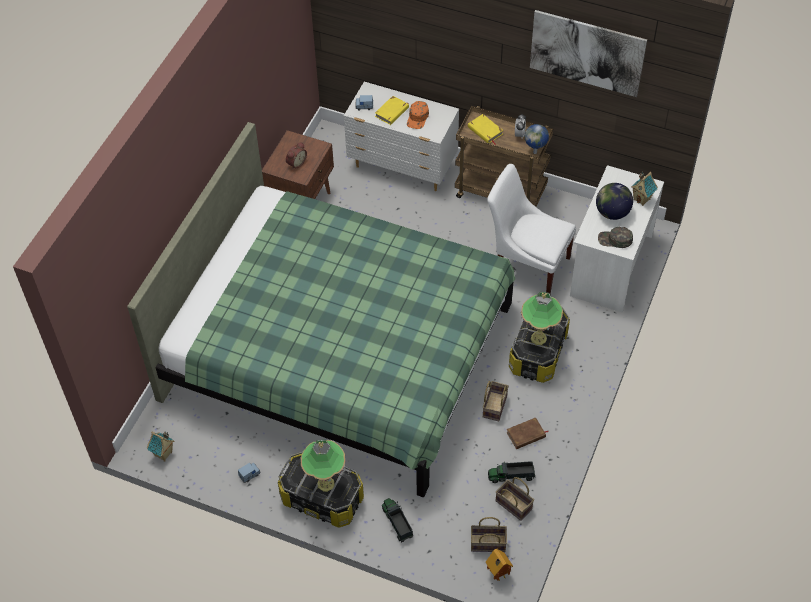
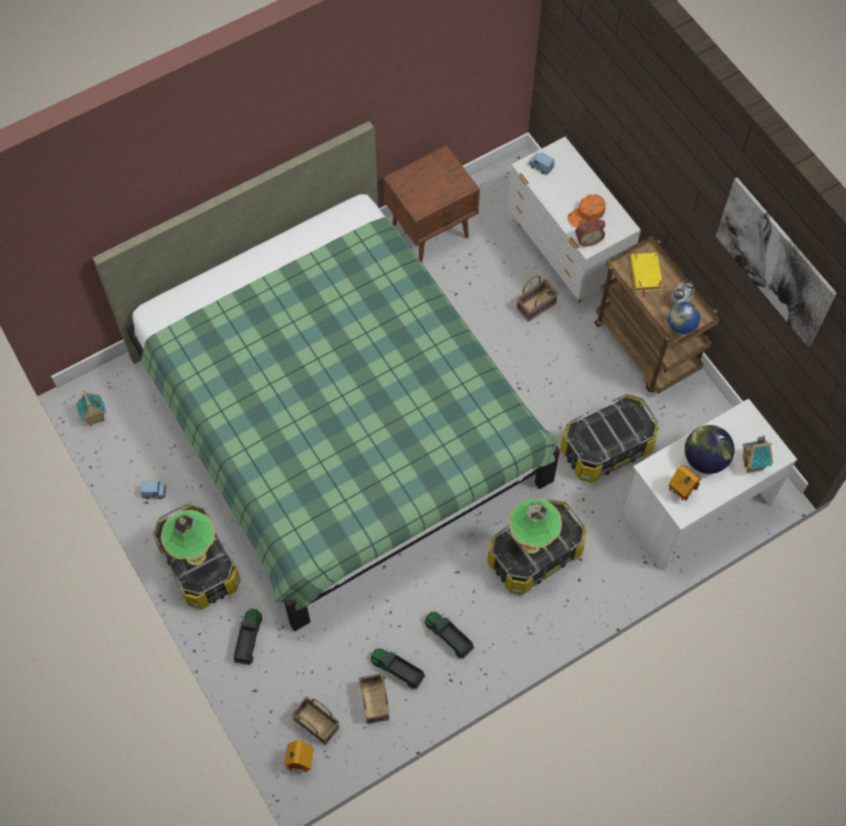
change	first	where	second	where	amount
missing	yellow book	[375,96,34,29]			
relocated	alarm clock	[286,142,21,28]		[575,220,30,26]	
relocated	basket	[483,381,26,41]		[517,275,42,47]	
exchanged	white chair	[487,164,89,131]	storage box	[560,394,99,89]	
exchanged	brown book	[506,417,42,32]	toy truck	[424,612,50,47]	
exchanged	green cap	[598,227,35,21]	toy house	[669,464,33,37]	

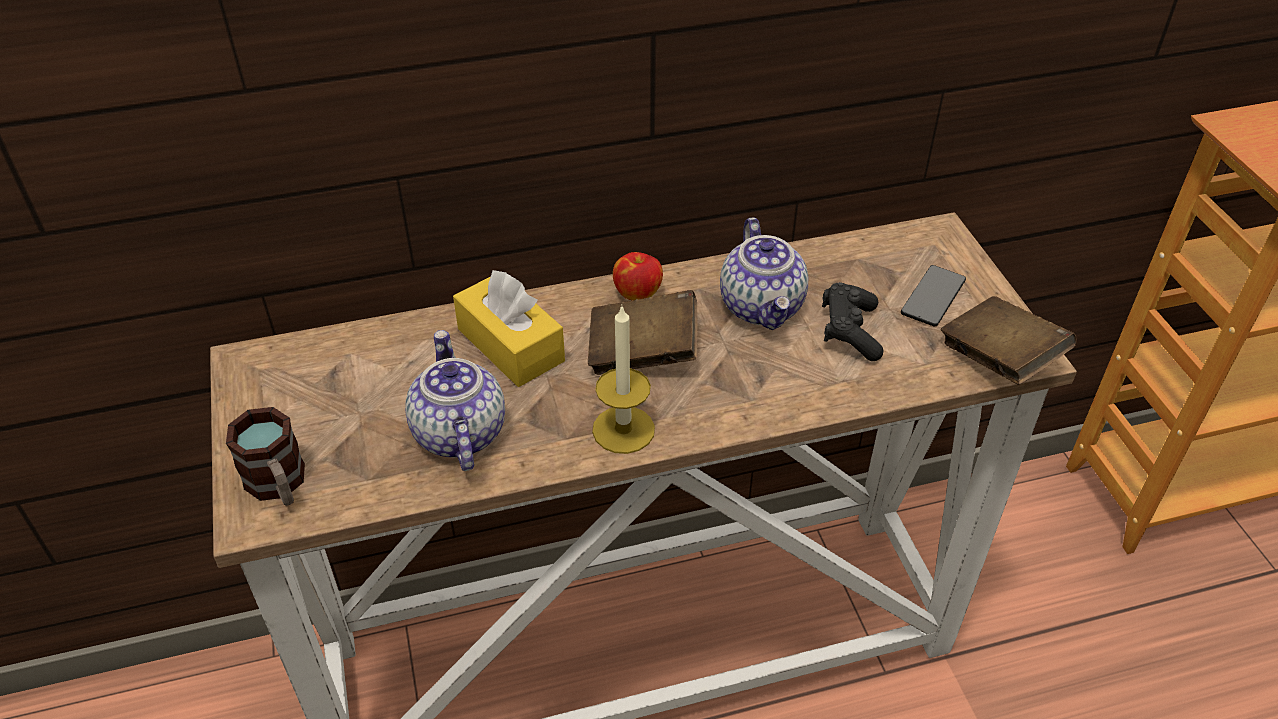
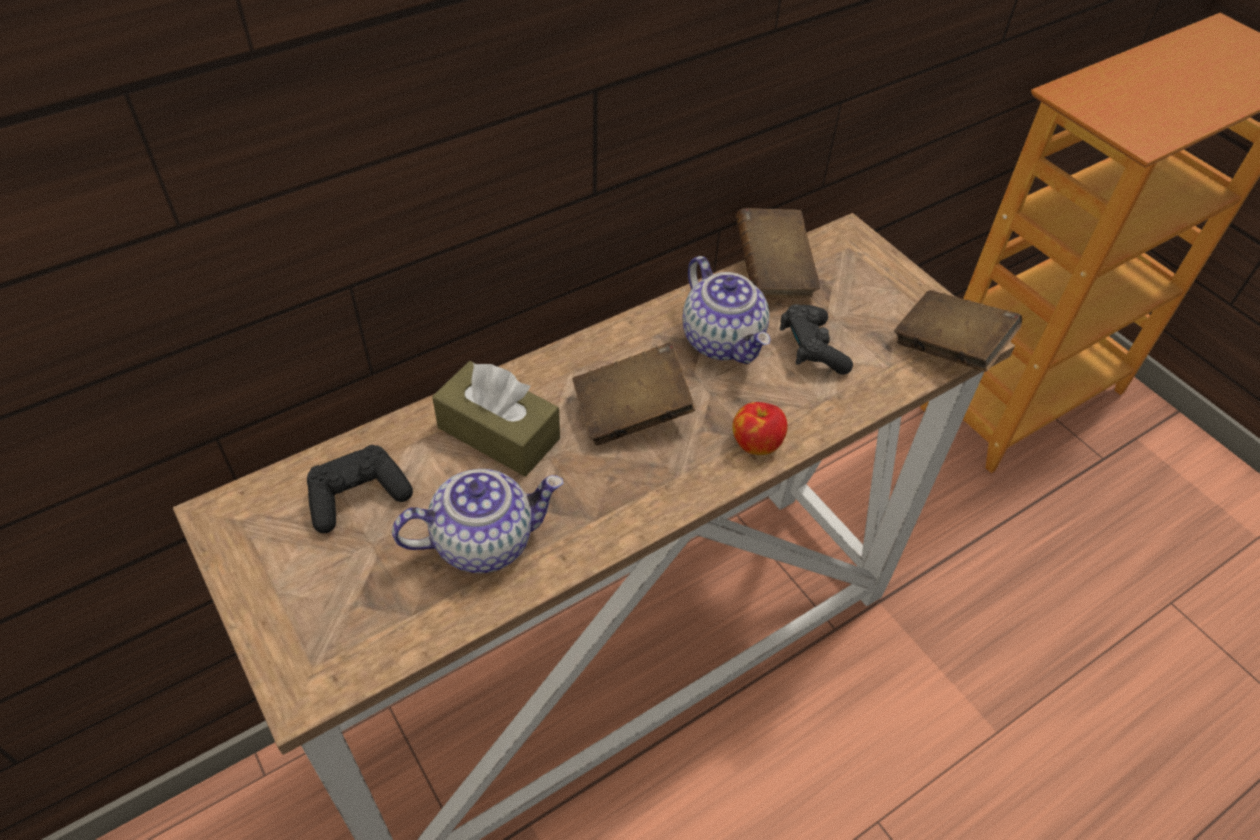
change	first	where	second	where	amount
missing	mug	[226,407,79,99]			
missing	candle	[592,304,63,150]			
missing	phone	[901,265,65,61]			
appeared			black game controller	[307,445,106,88]	
appeared			brown book	[735,208,85,90]	
relocated	apple	[613,252,50,49]		[732,402,56,53]	
colour	yellow tissue box	[453,270,112,117]	brown tissue box	[432,361,128,115]	
spun	teapot	[405,330,100,141]		[392,469,172,104]	105 degrees clockwise

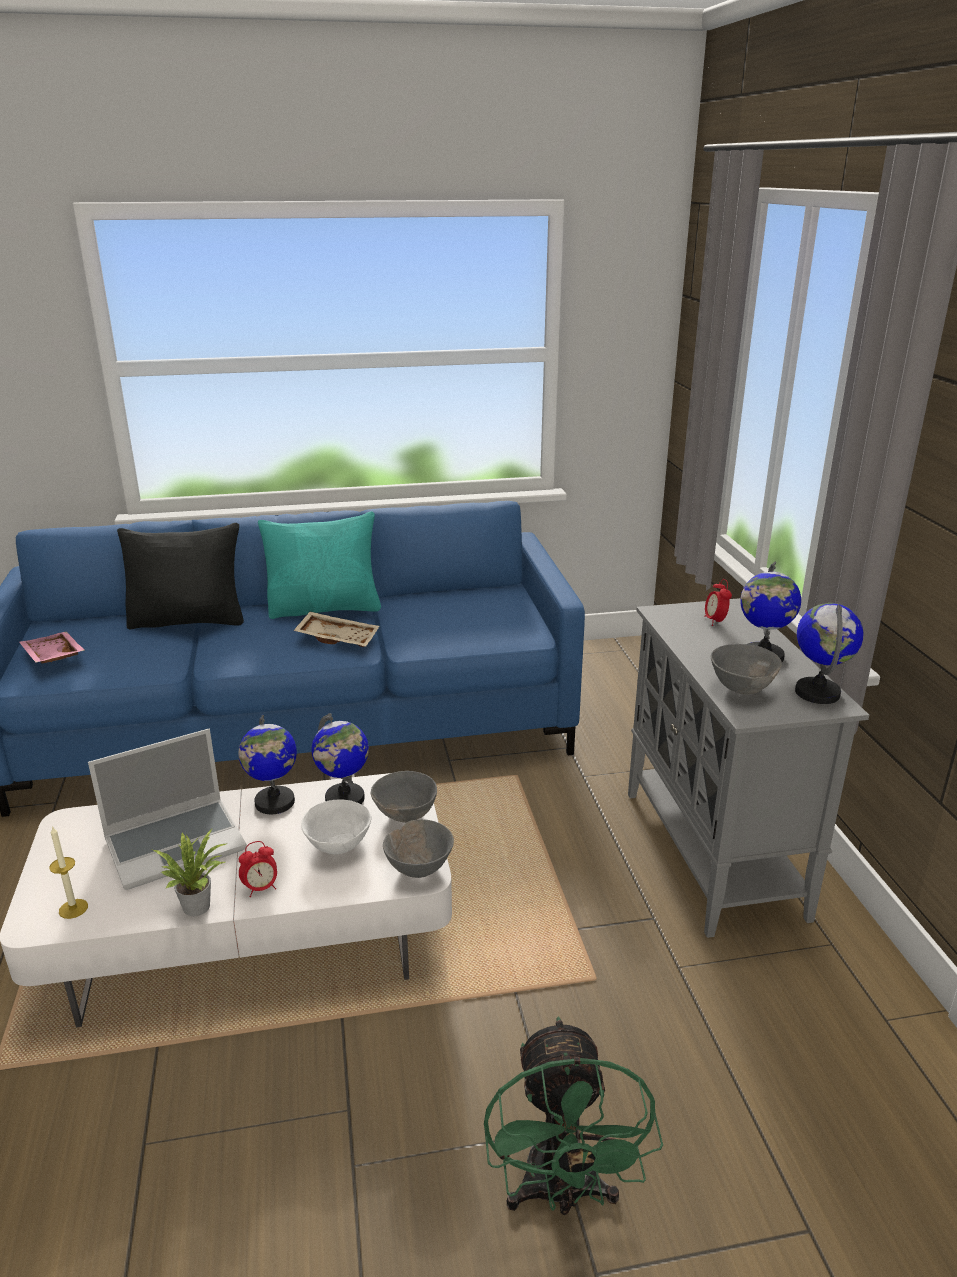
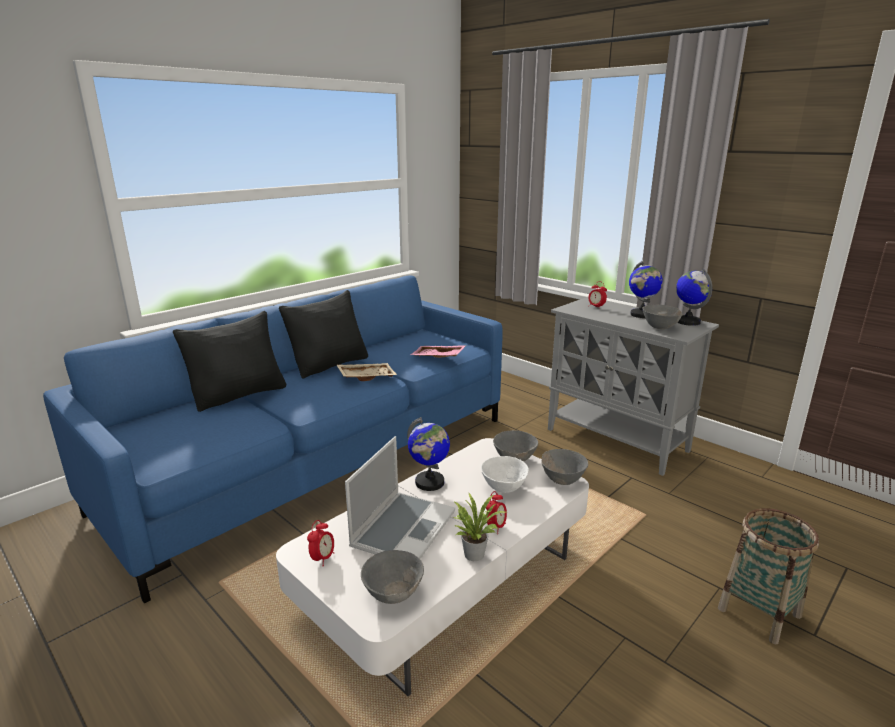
change	first	where	second	where	amount
missing	globe	[312,713,57,91]			
appeared			alarm clock	[307,520,27,46]	
relocated	pink tray	[20,632,65,32]		[410,345,56,13]	
exchanged	candle	[49,826,39,93]	grey bowl	[361,550,63,54]	
exchanged	green fan	[484,1017,179,198]	basket	[718,508,101,137]	
colour	turquoise pillow	[258,511,123,108]	black pillow	[279,290,89,89]	

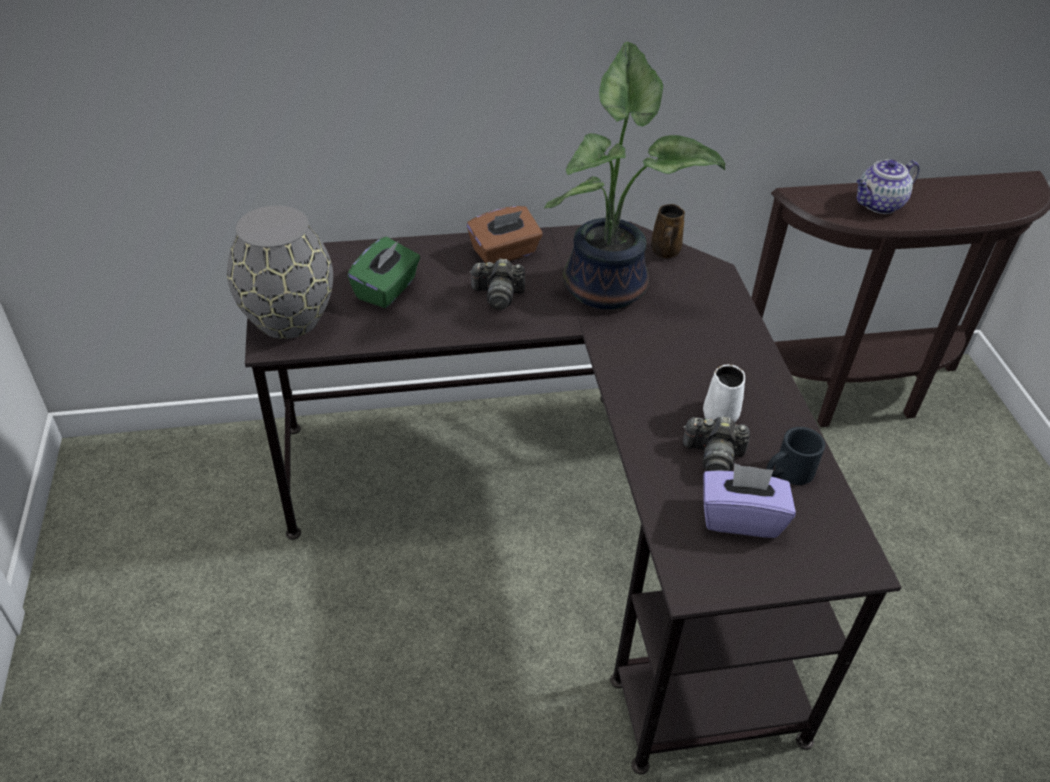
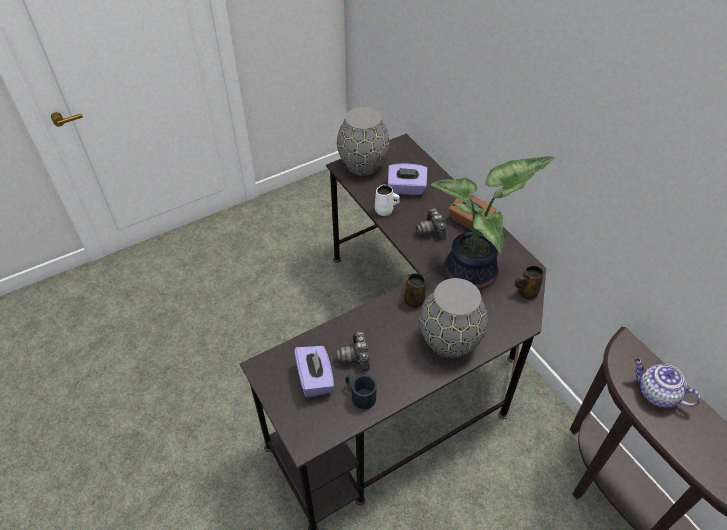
change	first	where	second	where	amount
appeared			brown mug	[404,273,22,35]	
appeared			grey vase	[419,278,69,80]	
relocated	white mug	[703,364,42,58]		[375,184,25,32]	
colour	green tissue box	[347,237,73,71]	purple tissue box	[388,164,39,31]	

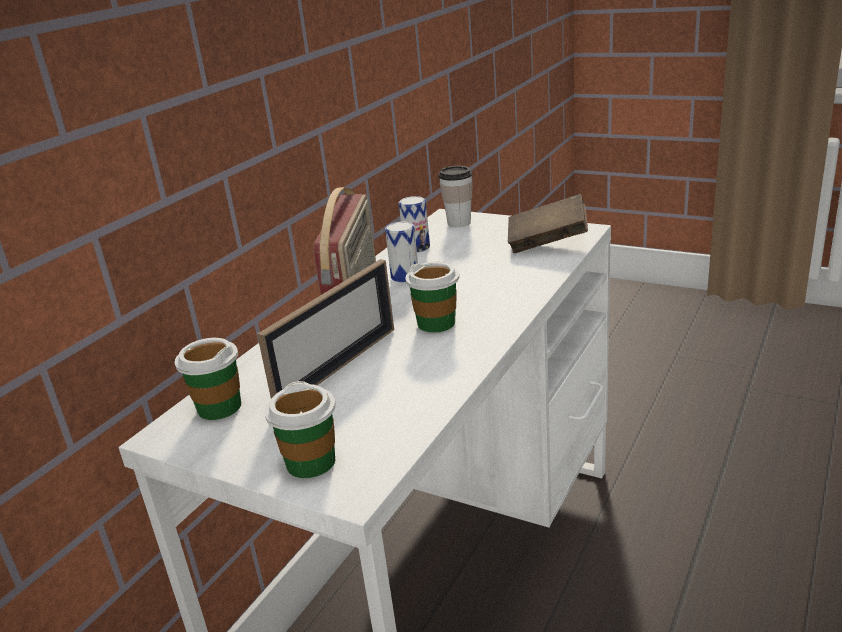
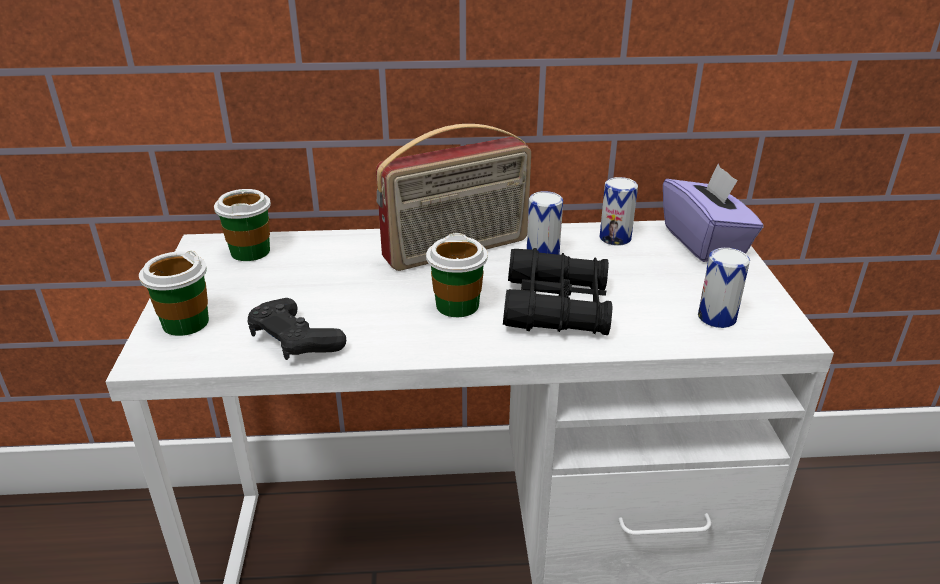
change	first	where	second	where	amount
missing	picture frame	[257,259,137,140]			
appeared			black game controller	[247,298,99,62]	
appeared			black binoculars	[503,248,110,87]	
exchanged	cup	[438,166,35,61]	purple tissue box	[663,164,101,98]	
exchanged	brown book	[508,194,80,59]	can	[698,248,52,80]	

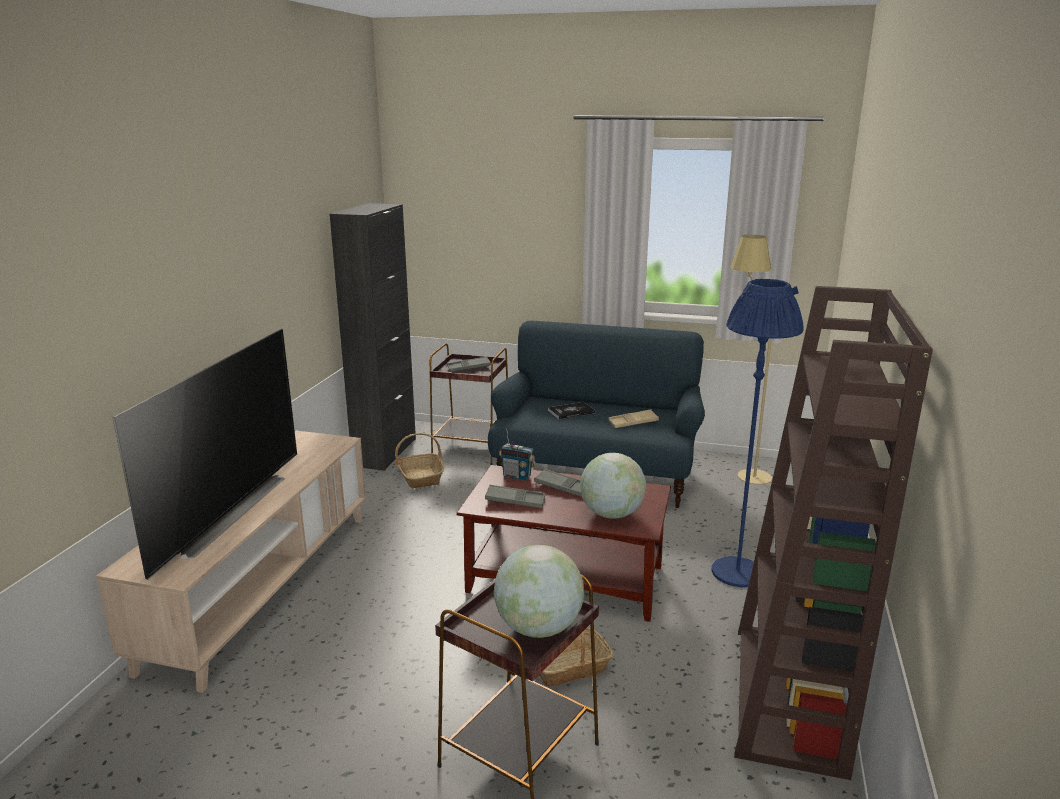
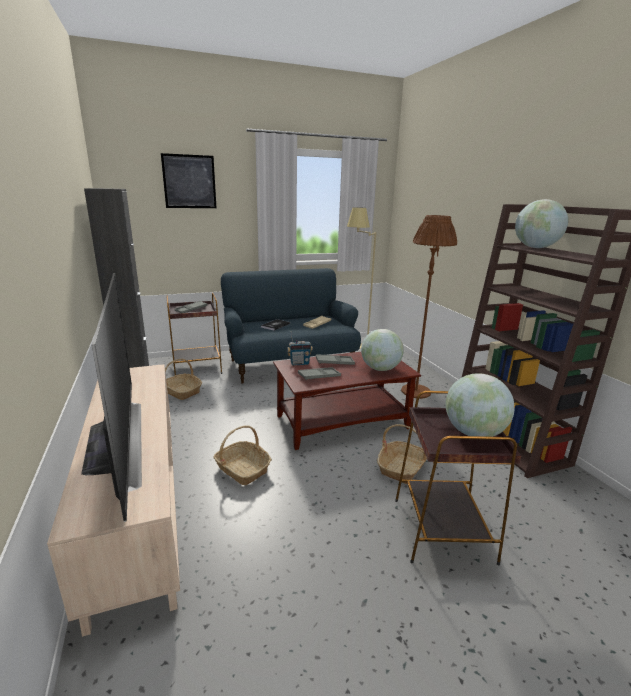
change	first	where	second	where	amount
appeared			picture	[161,153,55,55]	
appeared			basket	[213,425,59,60]	
appeared			globe	[515,199,53,49]	
colour	blue floor lamp	[711,279,93,308]	brown floor lamp	[401,215,56,184]	

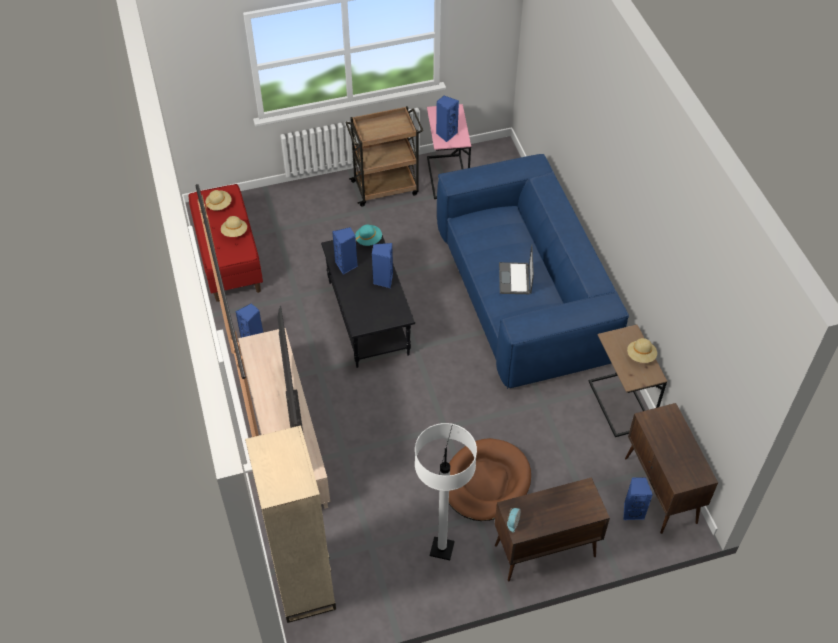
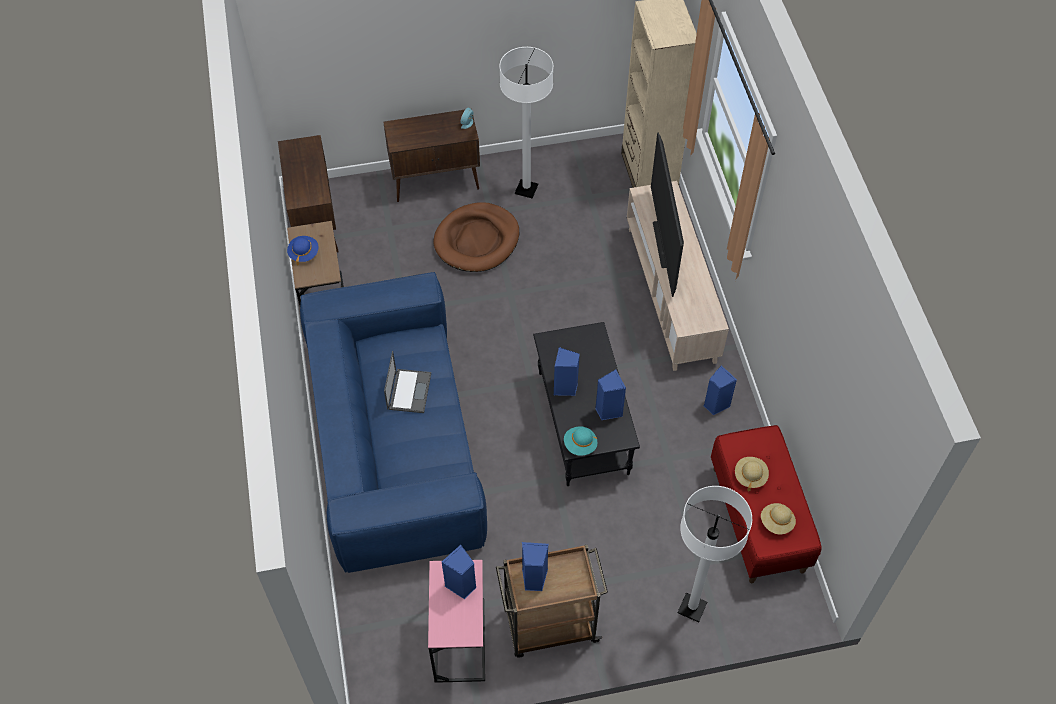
change	first	where	second	where	amount
appeared			white floor lamp	[678,486,74,136]	
relocated	blue speaker	[623,477,30,43]		[522,542,27,49]	
colour	beige hat	[627,338,30,25]	blue hat	[287,236,31,30]	

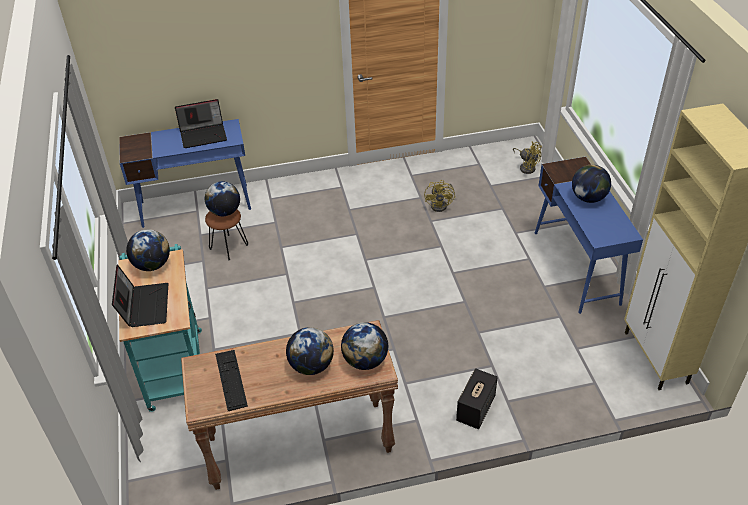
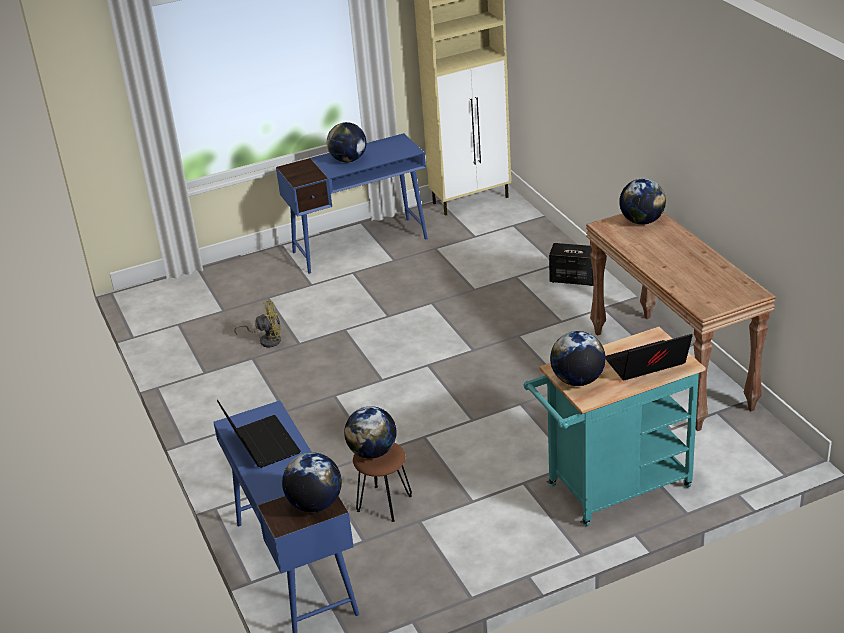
change	first	where	second	where	amount
missing	keyboard	[215,350,33,61]			
missing	yellow fan	[513,141,29,33]			
relocated	globe	[286,327,48,48]		[282,452,60,60]	

